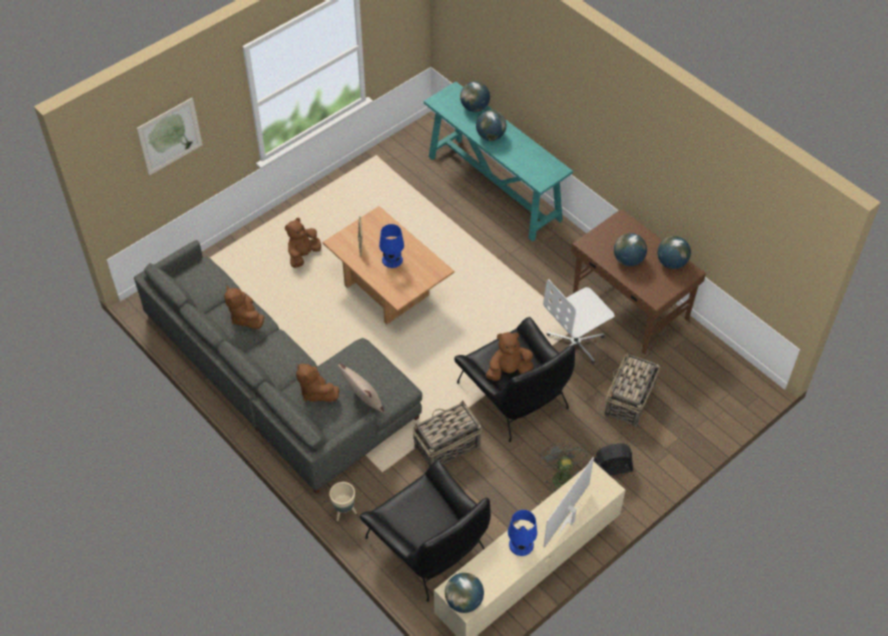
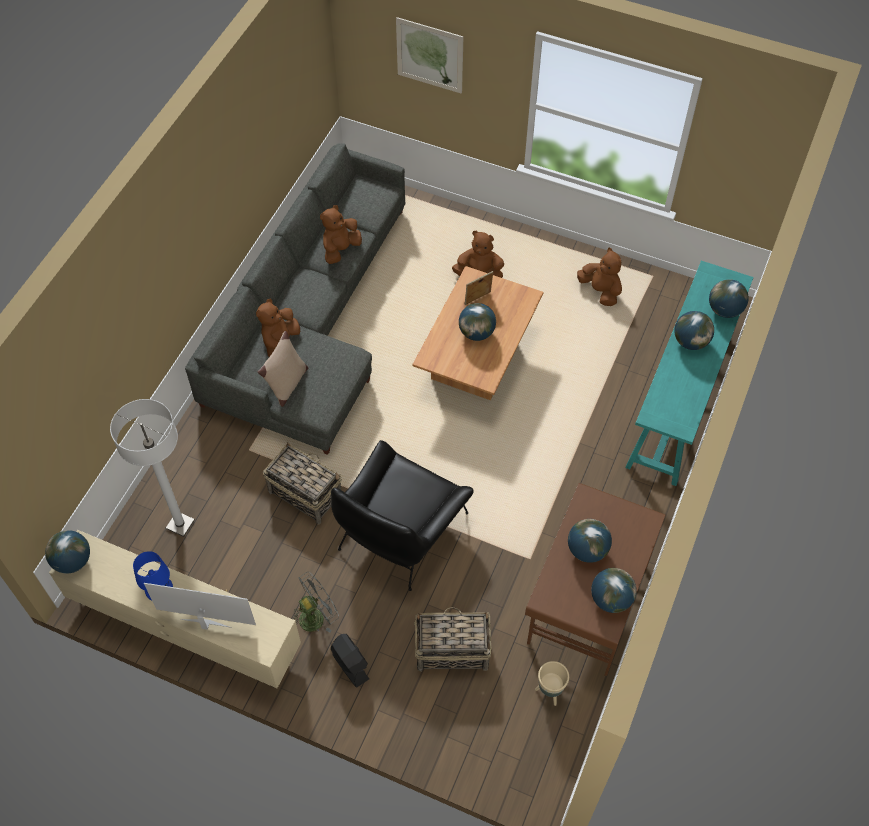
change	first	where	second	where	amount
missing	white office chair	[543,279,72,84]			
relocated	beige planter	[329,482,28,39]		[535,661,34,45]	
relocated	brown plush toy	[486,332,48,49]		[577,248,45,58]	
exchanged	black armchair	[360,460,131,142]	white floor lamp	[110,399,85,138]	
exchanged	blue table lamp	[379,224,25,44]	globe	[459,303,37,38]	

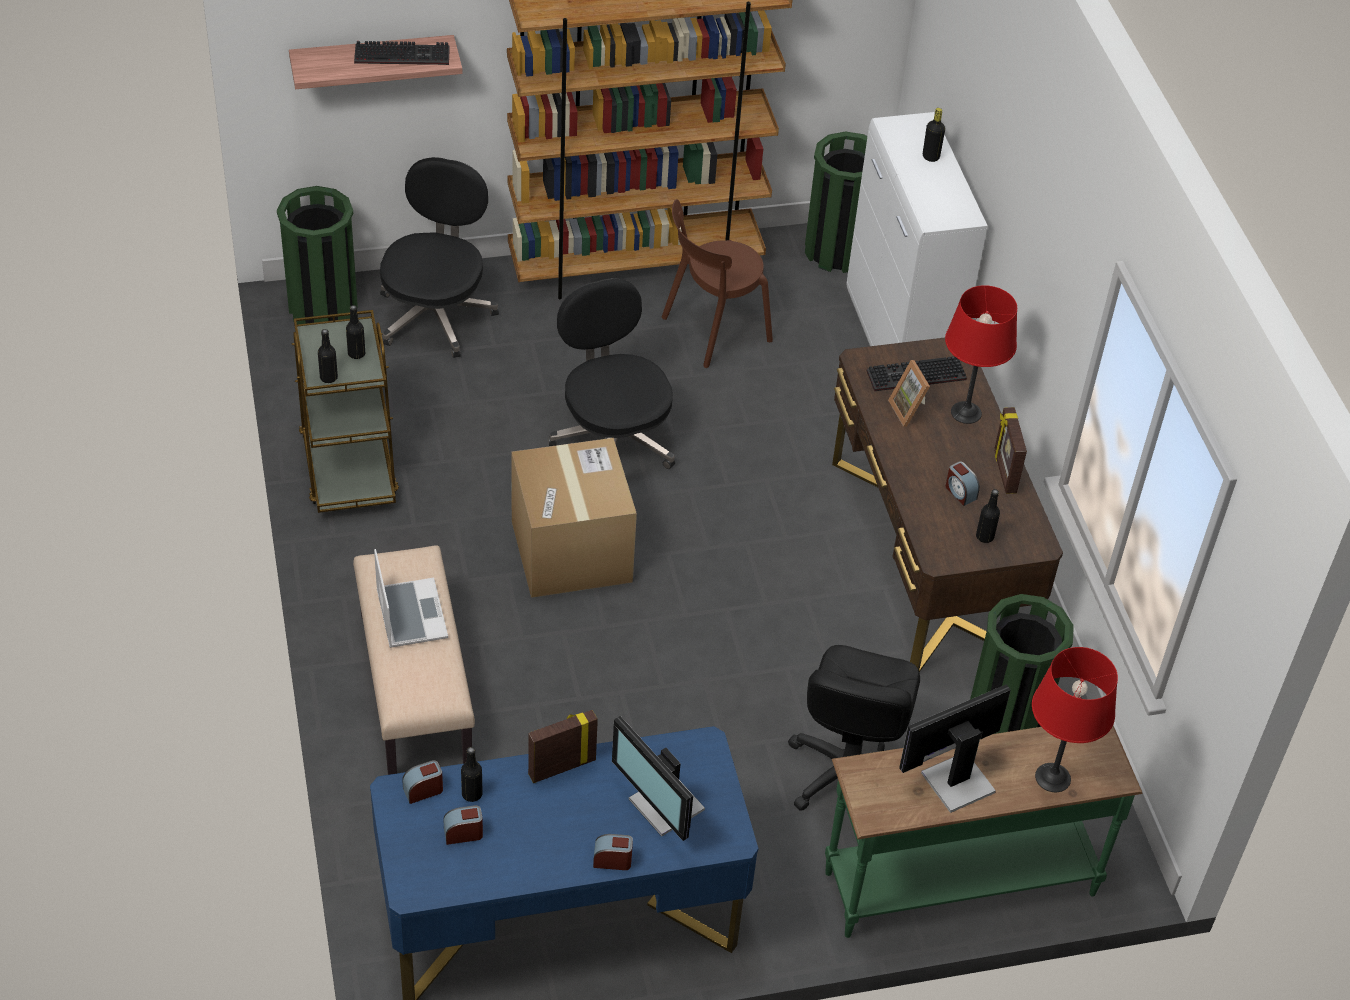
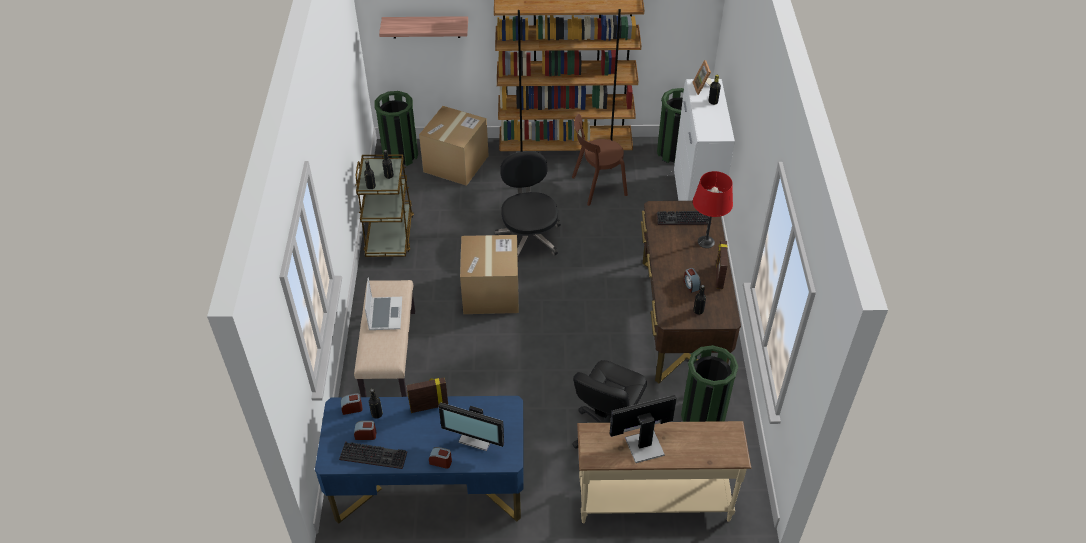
change	first	where	second	where	amount
missing	red table lamp	[1032,647,86,145]			
relocated	keyboard	[354,41,96,24]		[339,442,68,27]	
relocated	picture frame	[888,360,42,67]		[692,60,20,35]	
exchanged	black office chair	[380,157,119,201]	cardboard box	[419,106,70,80]	
colour	green console table	[825,726,317,212]	beige console table	[577,421,174,102]	
spun	monitor	[612,716,93,125]		[439,402,65,49]	45 degrees counterclockwise

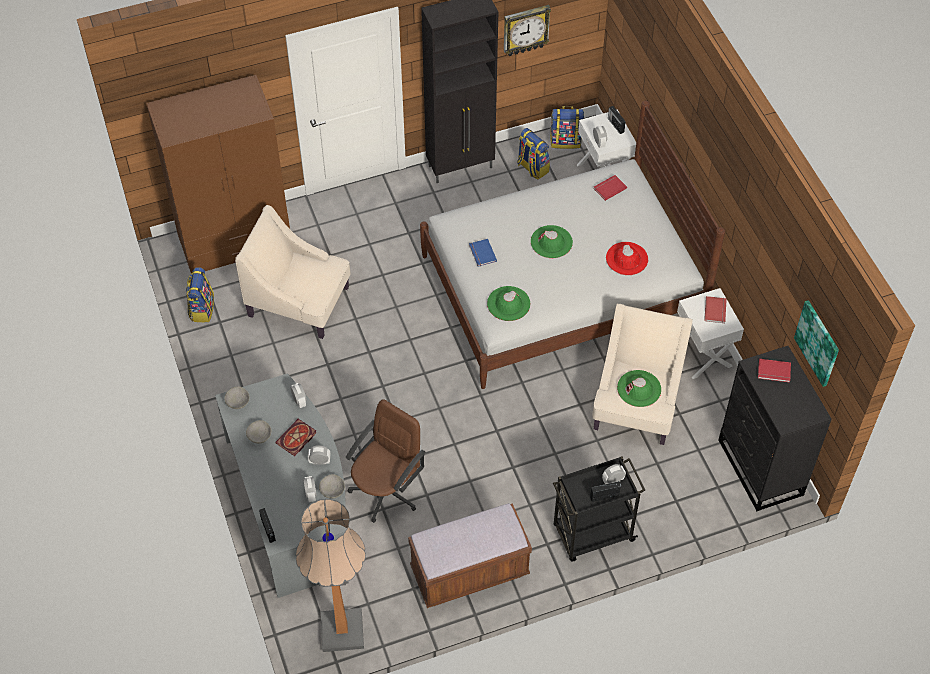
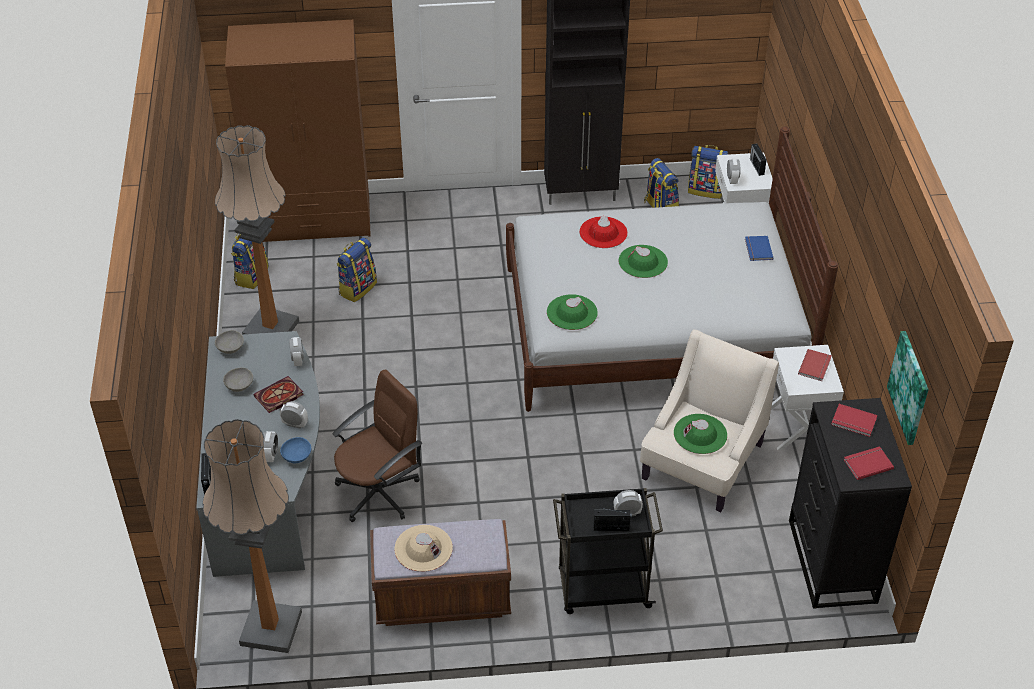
change	first	where	second	where	amount
missing	wall clock	[504,5,47,51]			
appeared			floor lamp	[215,125,84,210]	
appeared			beige hat	[394,525,59,47]	
relocated	blue book	[469,239,28,28]		[745,236,28,25]	
relocated	red book	[593,175,34,26]		[844,446,50,34]	
relocated	red hat	[606,242,42,33]		[579,216,49,32]	
exchanged	beige armchair	[235,205,116,134]	backpack	[337,237,40,65]	
colour	grey bowl	[319,474,26,25]	blue bowl	[280,437,31,26]	

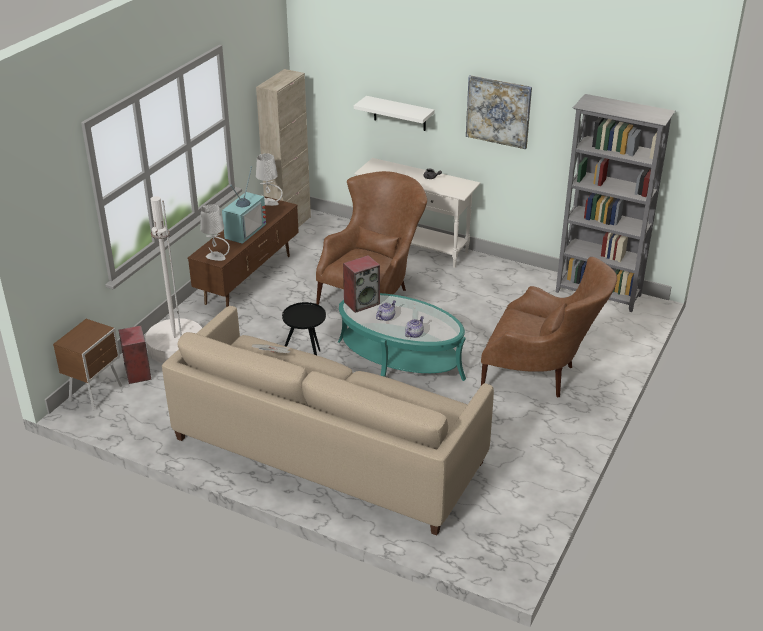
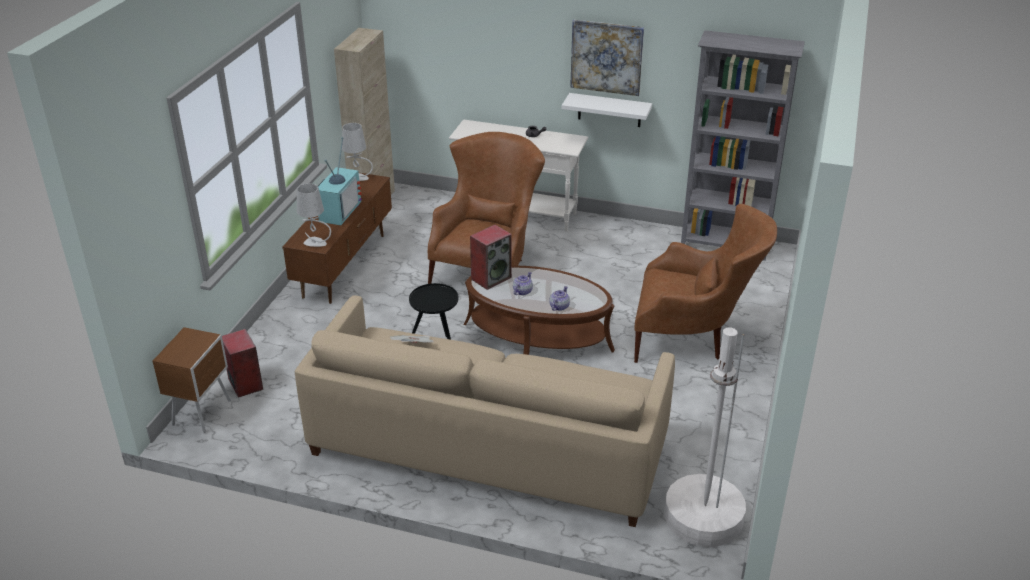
change	first	where	second	where	amount
relocated	white floor lamp	[145,196,57,167]		[664,327,82,220]	
relocated	white shelf	[354,96,81,35]		[562,93,90,34]	
colour	turquoise coffee table	[338,293,128,88]	brown coffee table	[464,266,151,89]	

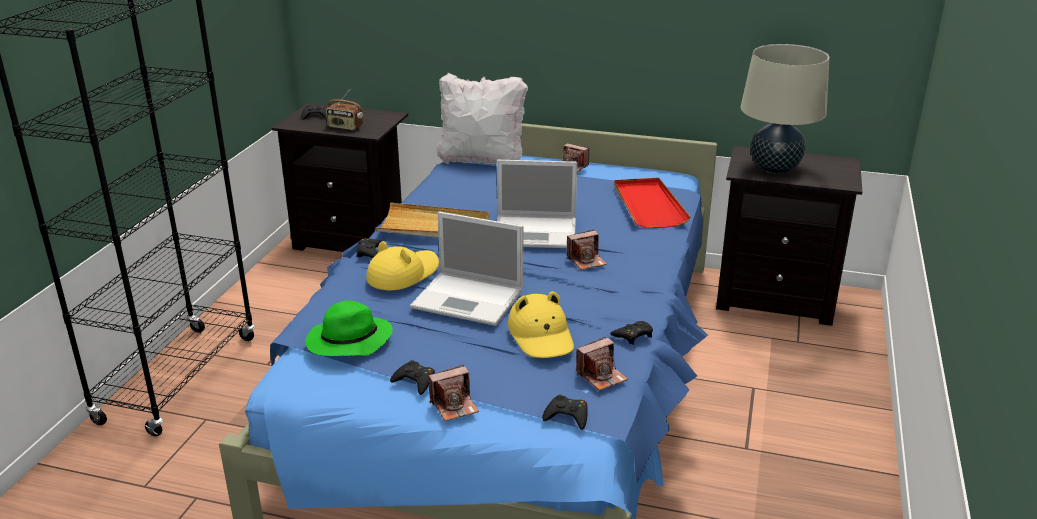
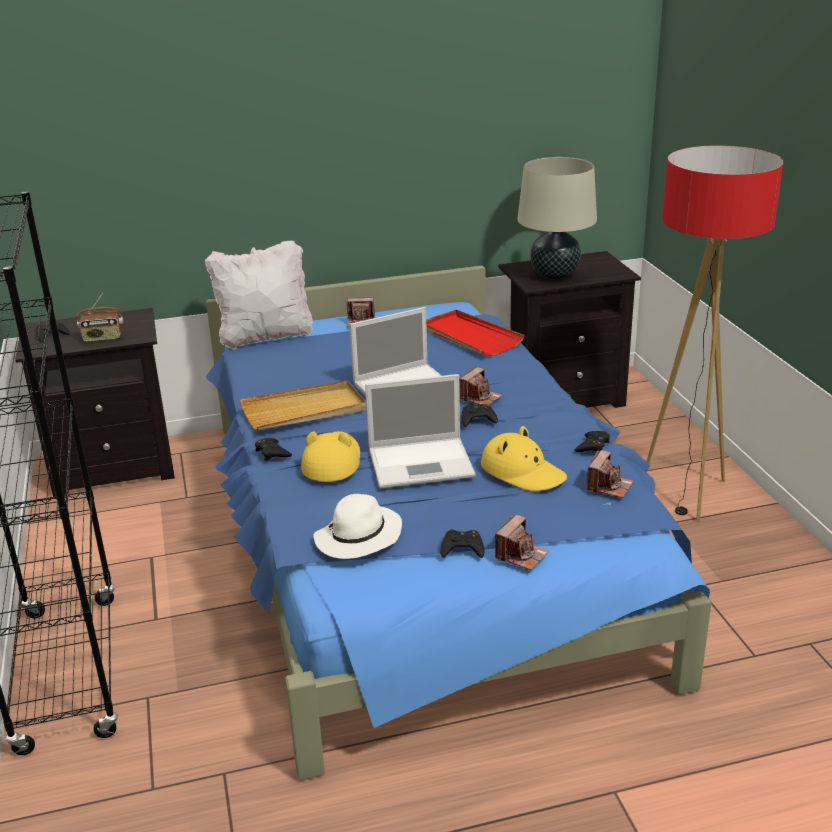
change	first	where	second	where	amount
appeared			floor lamp	[646,145,137,376]	
relocated	black game controller	[542,395,46,35]		[462,404,36,23]	
colour	green hat	[306,300,87,56]	white hat	[313,494,89,65]	

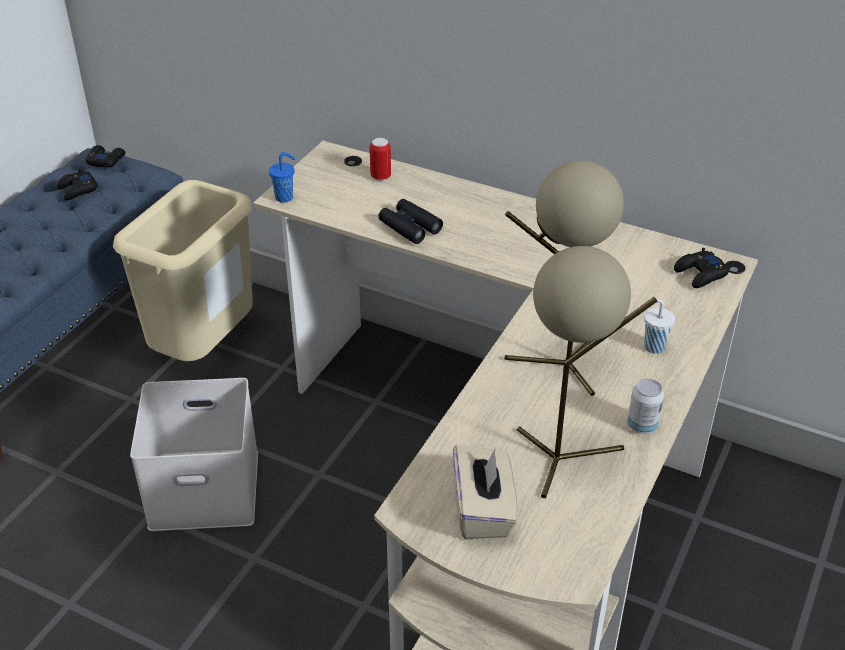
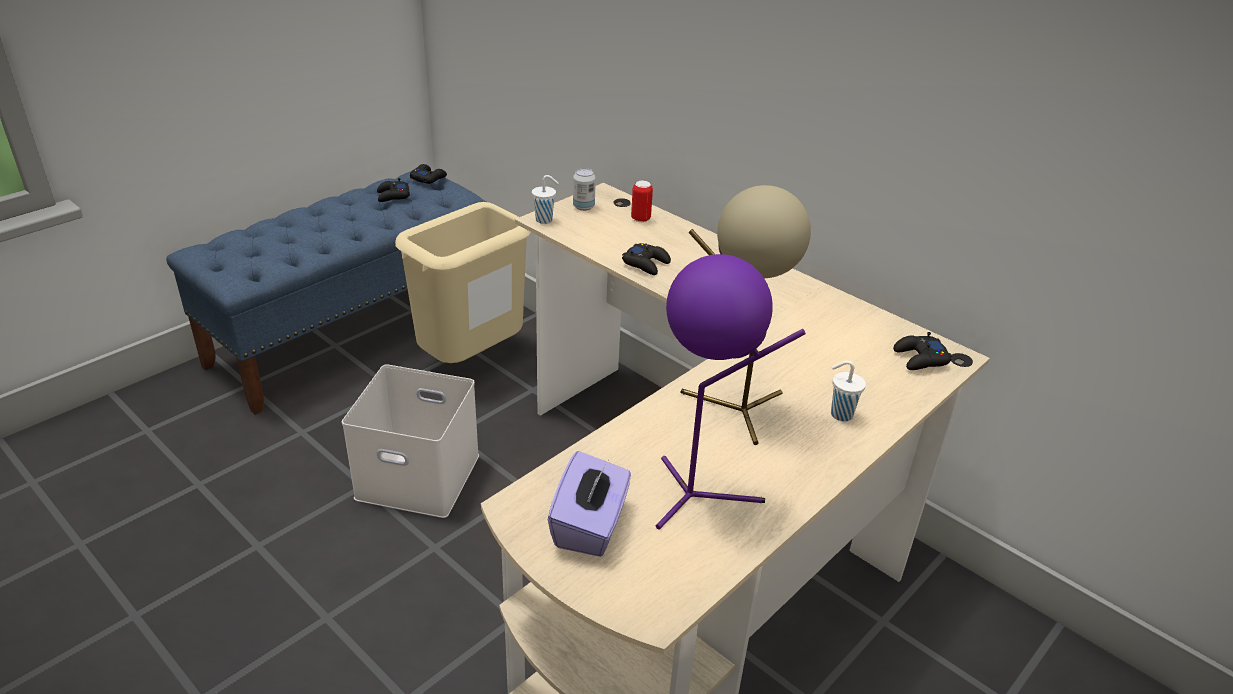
change	first	where	second	where	amount
relocated	can	[627,379,37,55]		[573,168,23,43]	
exchanged	black binoculars	[378,199,65,45]	black game controller	[622,243,49,32]	
colour	blue cup	[269,152,26,51]	white cup	[532,175,26,49]	
colour	beige tissue box	[453,445,65,94]	purple tissue box	[548,451,83,106]	
colour	beige table lamp	[517,246,140,252]	purple table lamp	[656,254,150,276]	

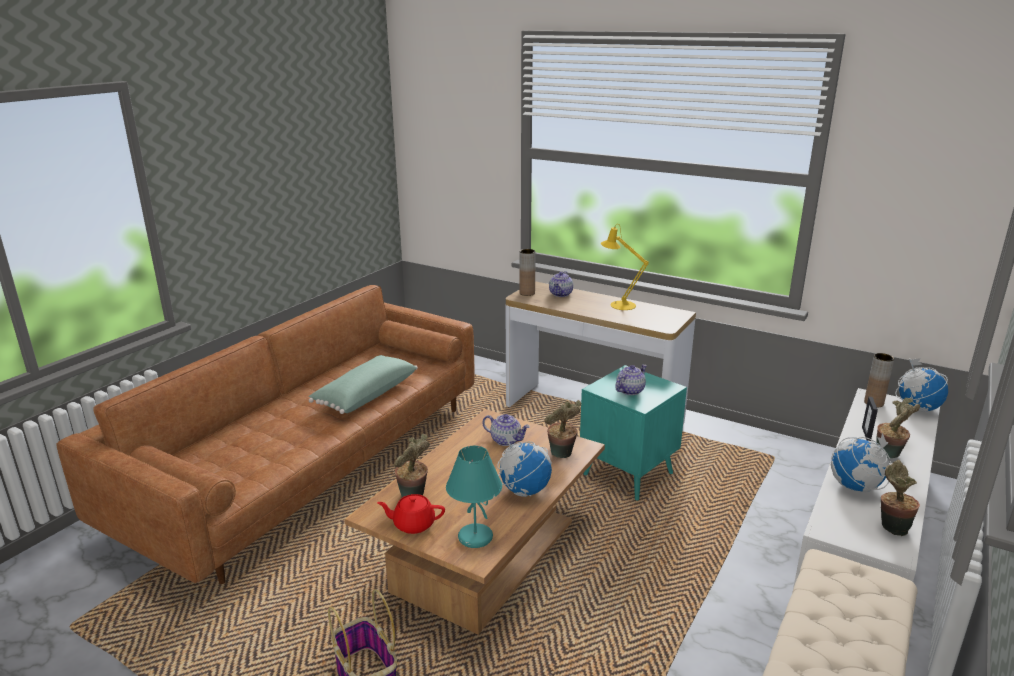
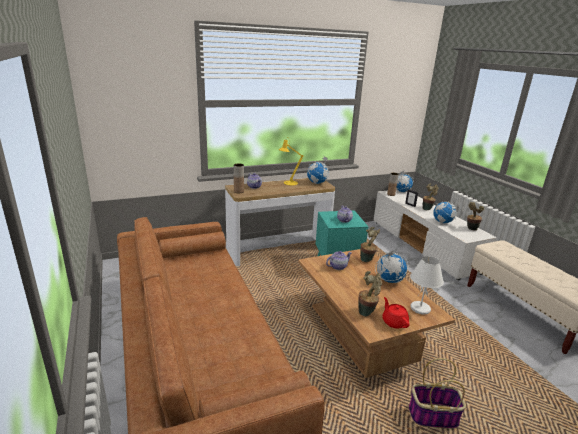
change	first	where	second	where	amount
missing	green pillow	[309,355,109,59]			
appeared			globe	[307,156,22,28]	
colour	turquoise table lamp	[446,446,56,102]	white table lamp	[410,256,34,58]	
spun	red teapot	[377,494,68,40]		[382,297,28,32]	120 degrees clockwise

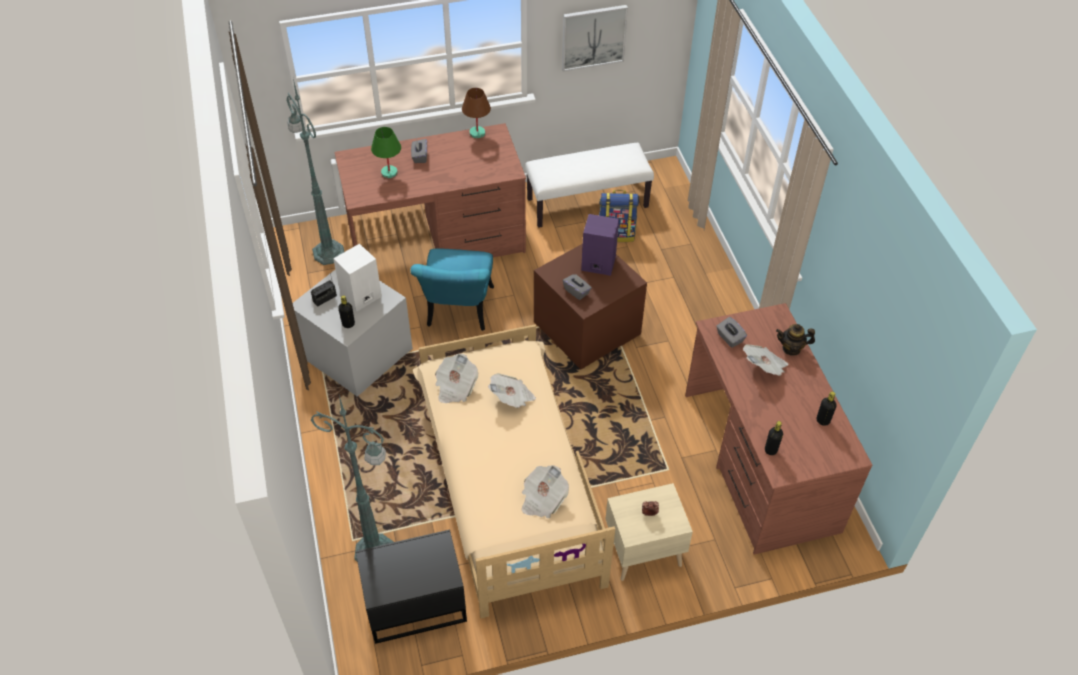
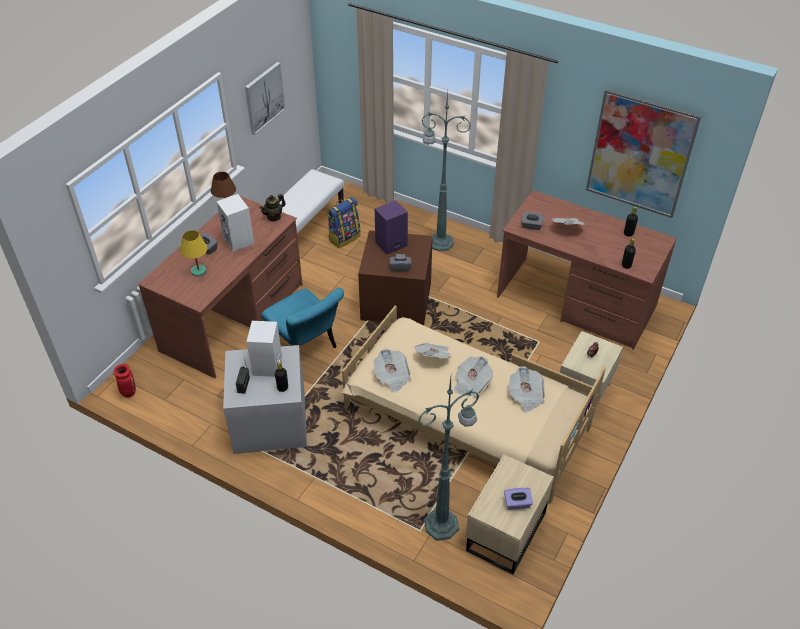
change	first	where	second	where	amount
appeared			red vase	[114,364,22,33]	
appeared			white speaker	[216,194,38,57]	
appeared			newspaper	[454,356,39,41]	
appeared			purple tissue box	[504,488,29,22]	
appeared			picture	[586,89,115,129]	
relocated	green floor lamp	[286,79,58,186]		[422,91,49,160]	
relocated	teapot	[776,324,39,32]		[259,194,27,28]	
colour	black nightstand	[356,530,111,114]	beige nightstand	[466,454,88,120]	
colour	green table lamp	[371,127,30,51]	yellow table lamp	[180,230,28,46]	

